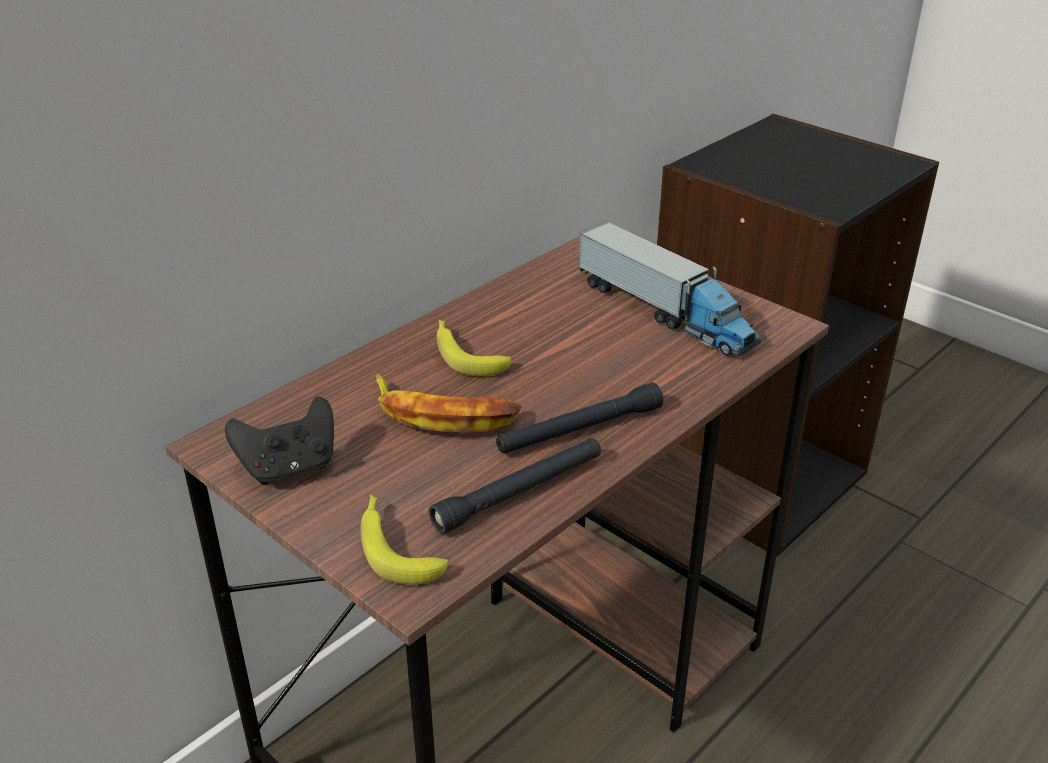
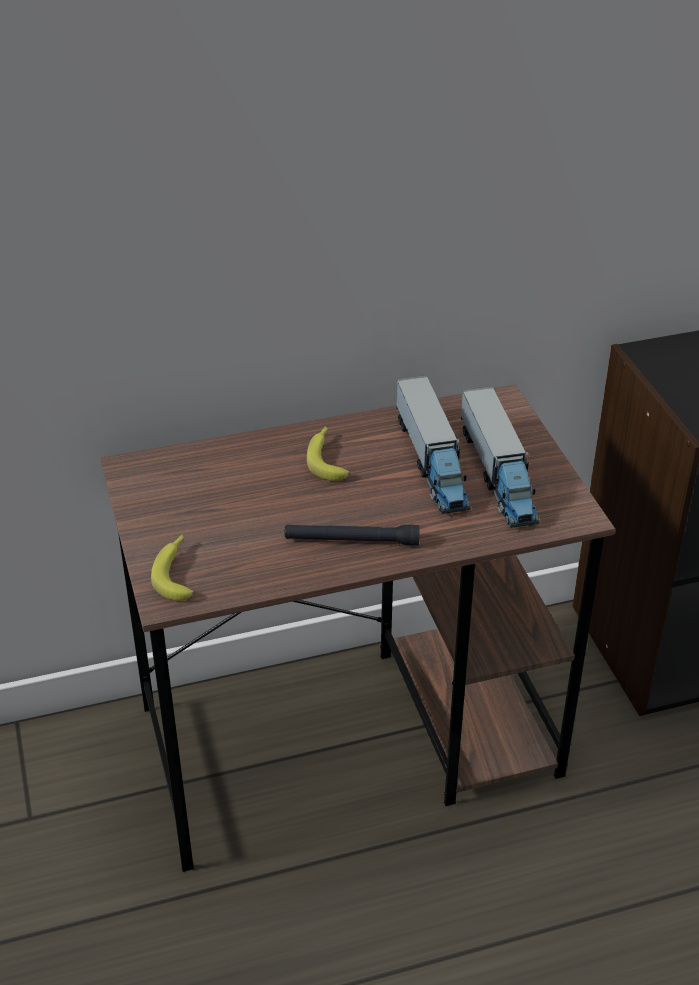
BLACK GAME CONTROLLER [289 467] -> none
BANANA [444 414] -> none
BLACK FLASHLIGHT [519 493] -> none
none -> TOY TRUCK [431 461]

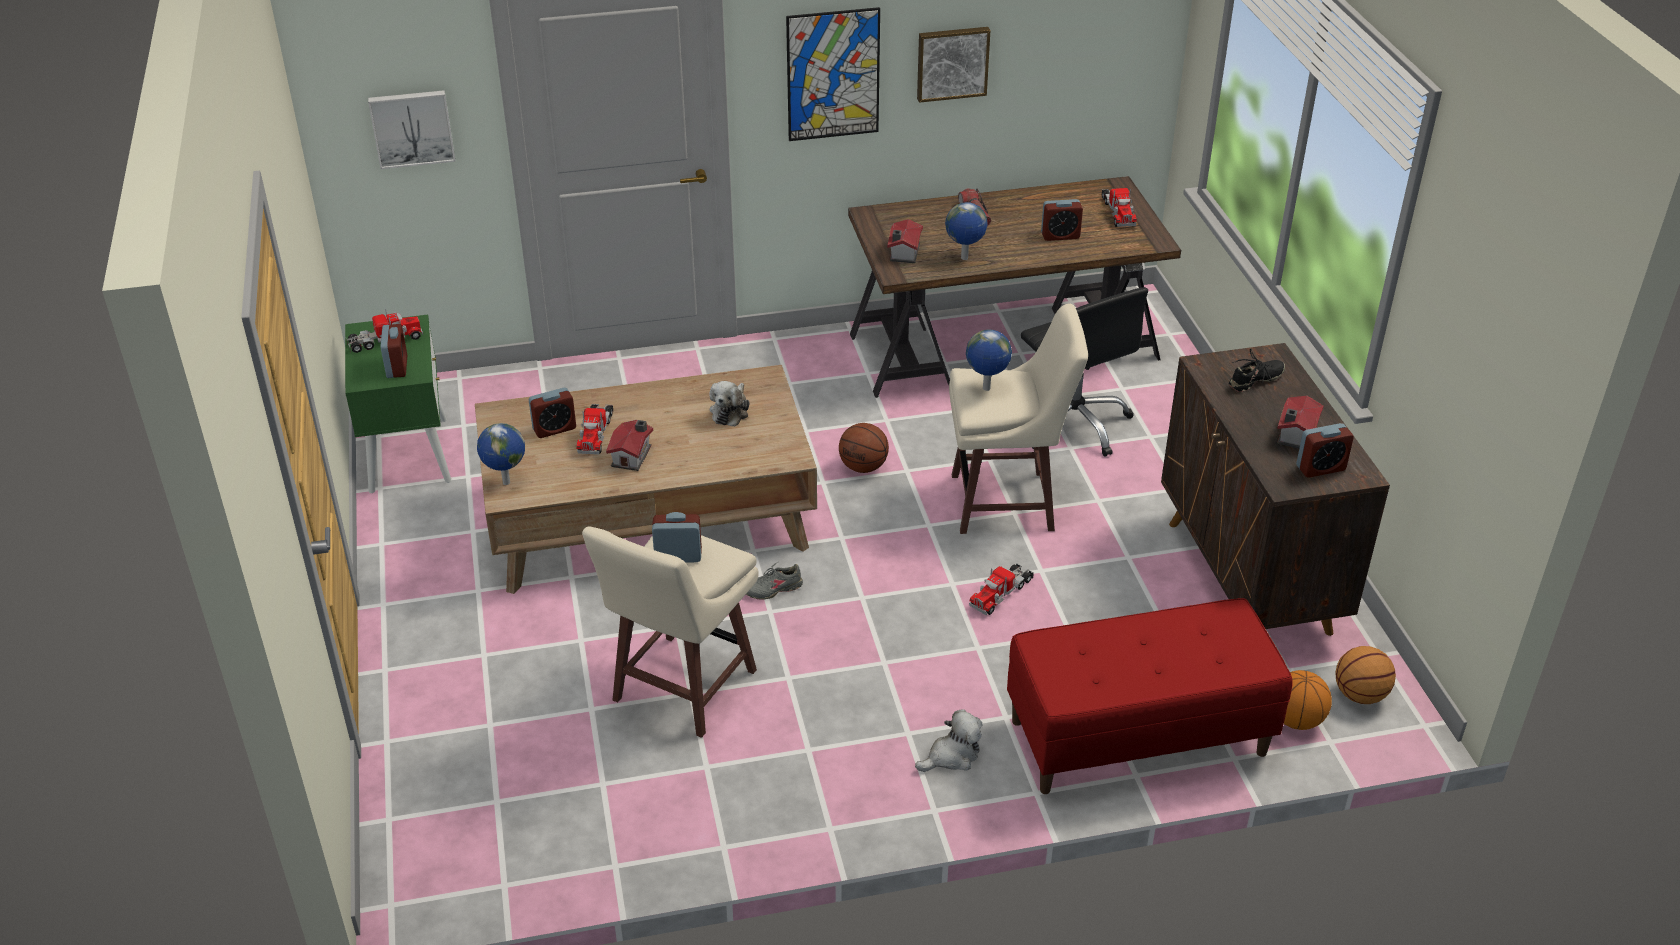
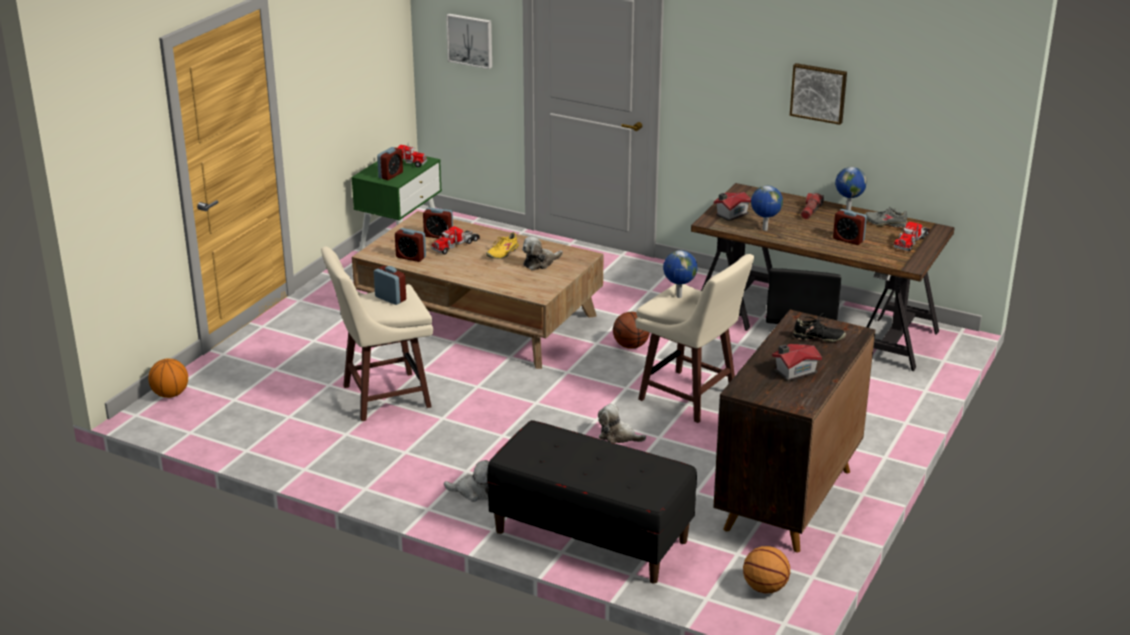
TOY HOUSE [633 456] -> none
PICTURE [833 74] -> none
none -> YELLOW SHOE [502 253]
GLOBE [505 482] -> GLOBE [847 209], relocated
GREY SHOE [772 589] -> GREY SHOE [886 223], relocated
BASKETBALL [1296 720] -> BASKETBALL [170 394], relocated
ALARM CLOCK [1320 468] -> ALARM CLOCK [411 257], relocated
TOY TRUCK [1001 593] -> PLUSH TOY [618 436]
RED BENCH [1138 738] -> BLACK BENCH [590 537]

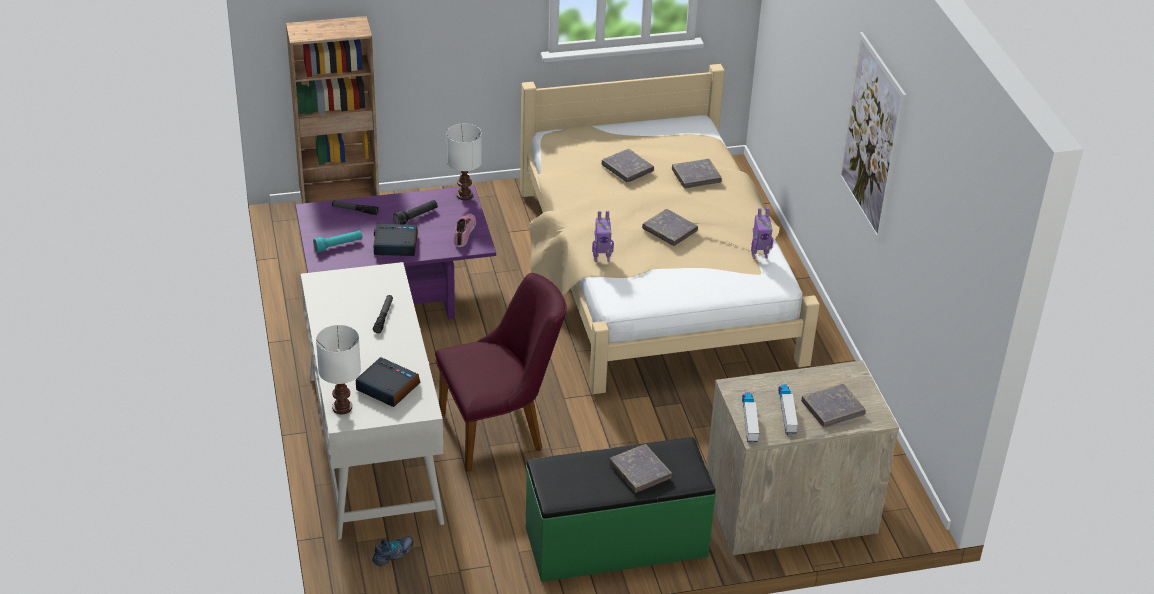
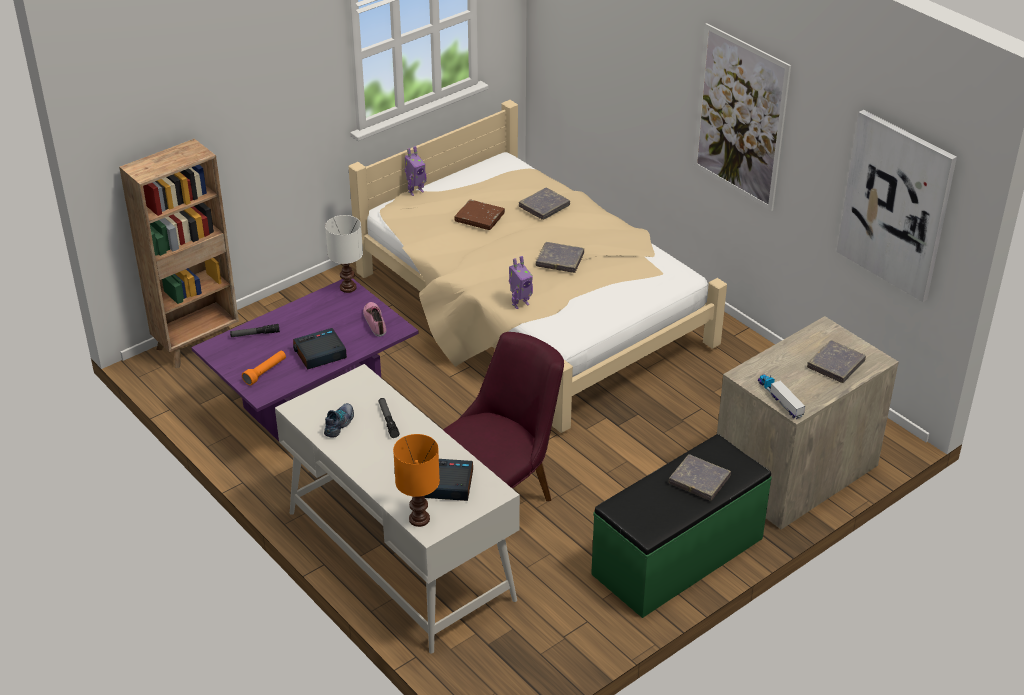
BLACK FLASHLIGHT [416 217] -> none
TOY TRUCK [786 412] -> none
none -> PICTURE [896 205]
SHOE [393 554] -> SHOE [339 424], relocated
TOY ROBOT [759 255] -> TOY ROBOT [415 191], relocated
TURQUOISE FLASHLIGHT [338 245] -> ORANGE FLASHLIGHT [265 372]
WHITE TABLE LAMP [341 407] -> ORANGE TABLE LAMP [418 519]
GREY BOOK [627 168] -> BROWN BOOK [479 218]

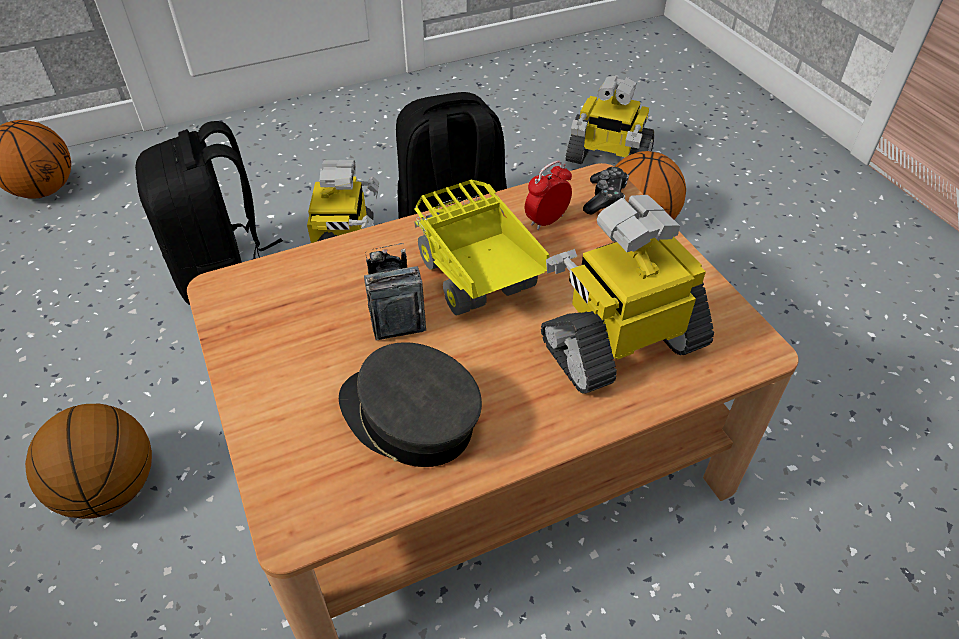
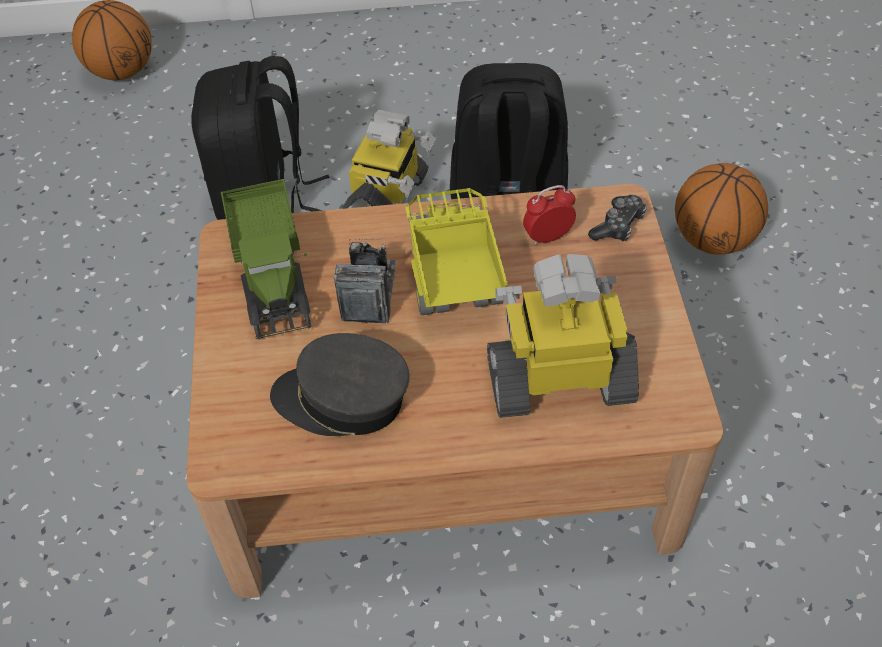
BASKETBALL [110 490] -> none
TOY ROBOT [607 160] -> none
none -> TOY TRUCK [273 276]
GREY CAP [409 419] -> GREY CAP [343 400], 45 degrees counterclockwise

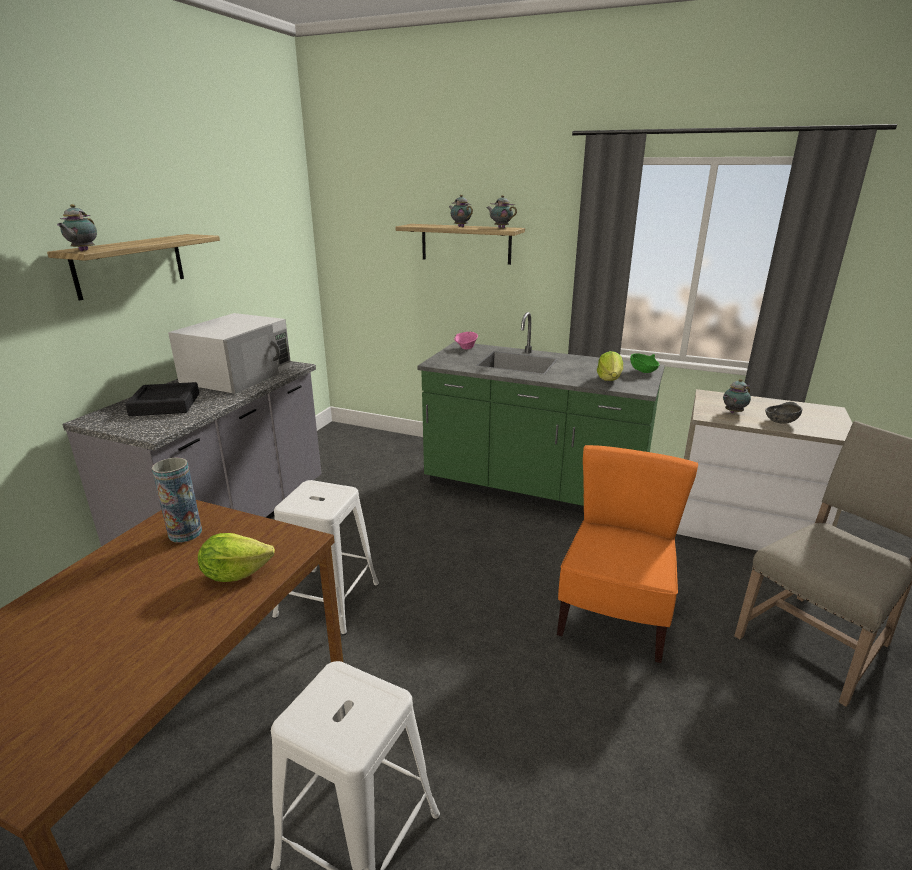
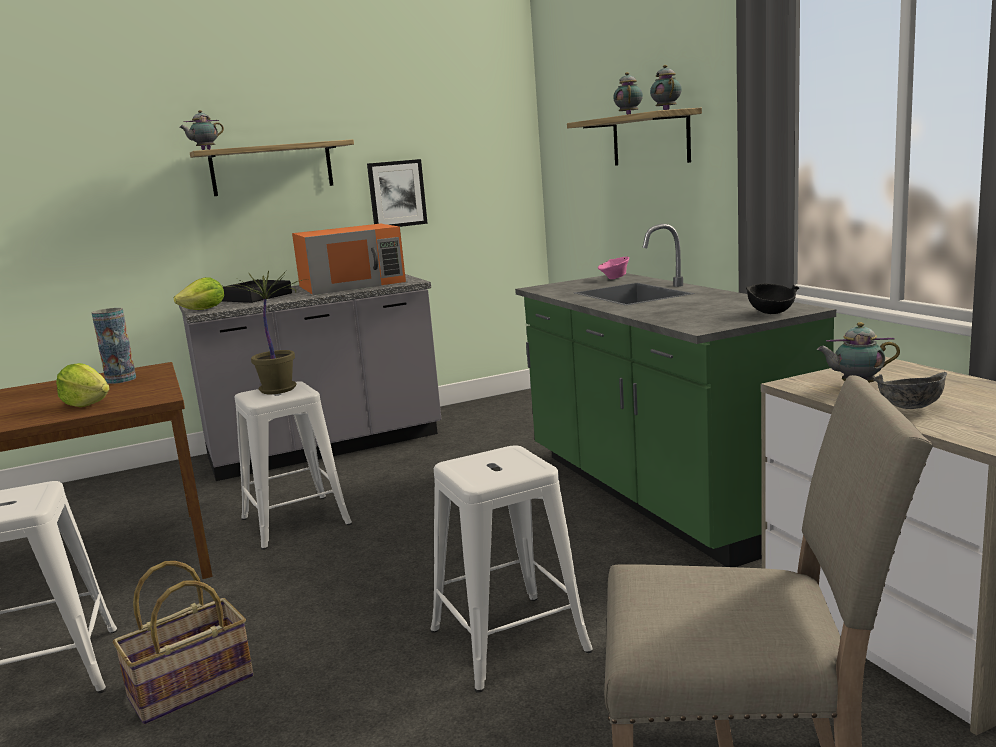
none -> BASKET [191 688]
none -> POTTED PLANT [279 389]
none -> PICTURE [397 194]
LETTUCE [609 379] -> LETTUCE [204 310], relocated
ORANGE CHAIR [614 616] -> WHITE STOOL [508 640]
WHITE MICROWAVE [238 374] -> ORANGE MICROWAVE [352 284]
GREEN BOWL [643 371] -> BLACK BOWL [771 312]

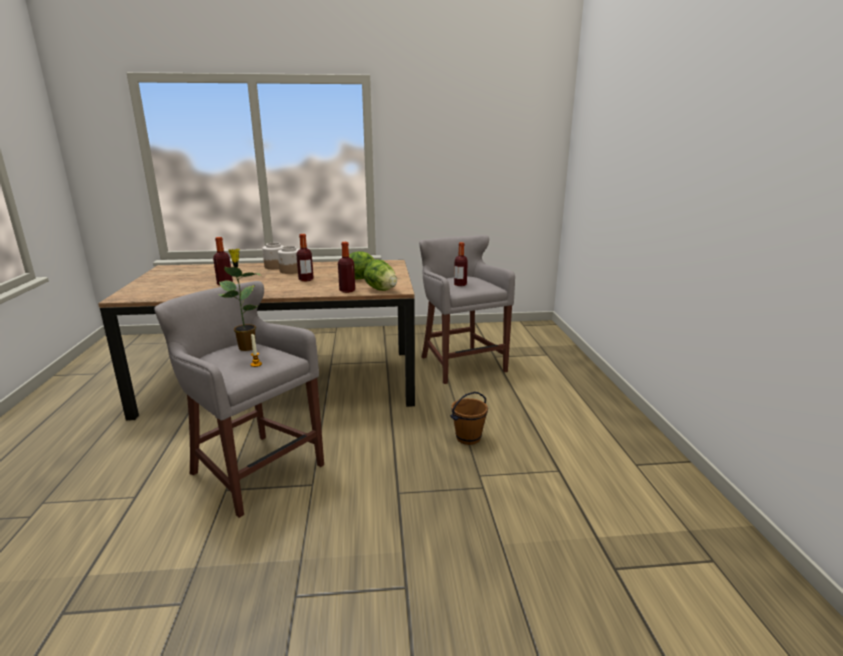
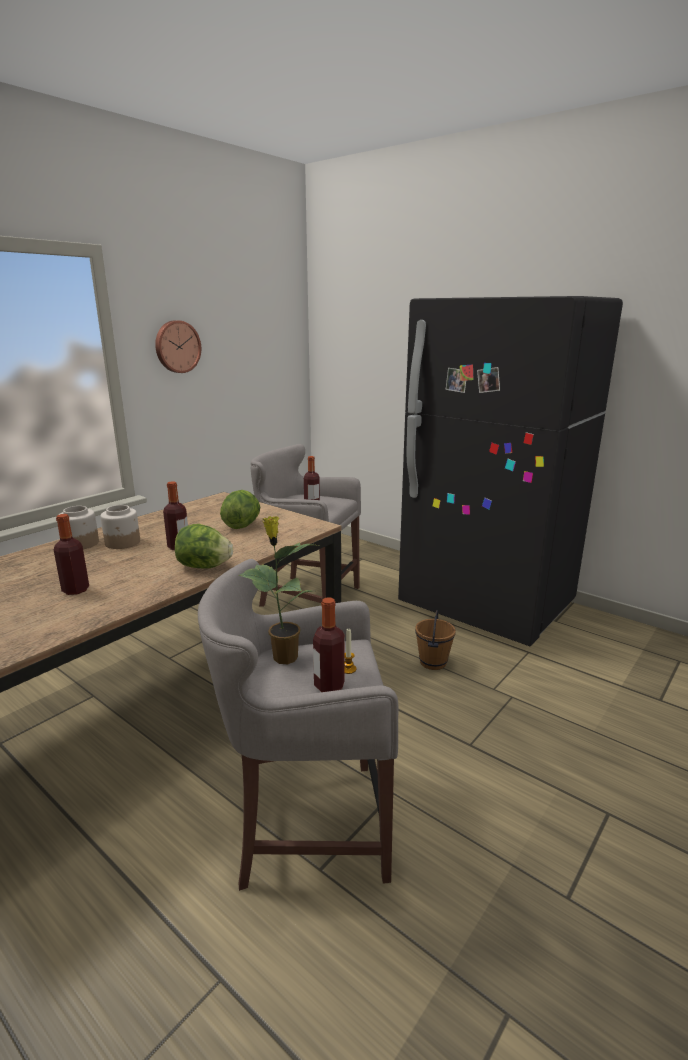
none -> WALL CLOCK [177 346]
none -> BLACK FRIDGE [486 606]
BOTTLE [347 290] -> BOTTLE [329 685], relocated
LETTUCE [381 289] -> LETTUCE [204 566], relocated

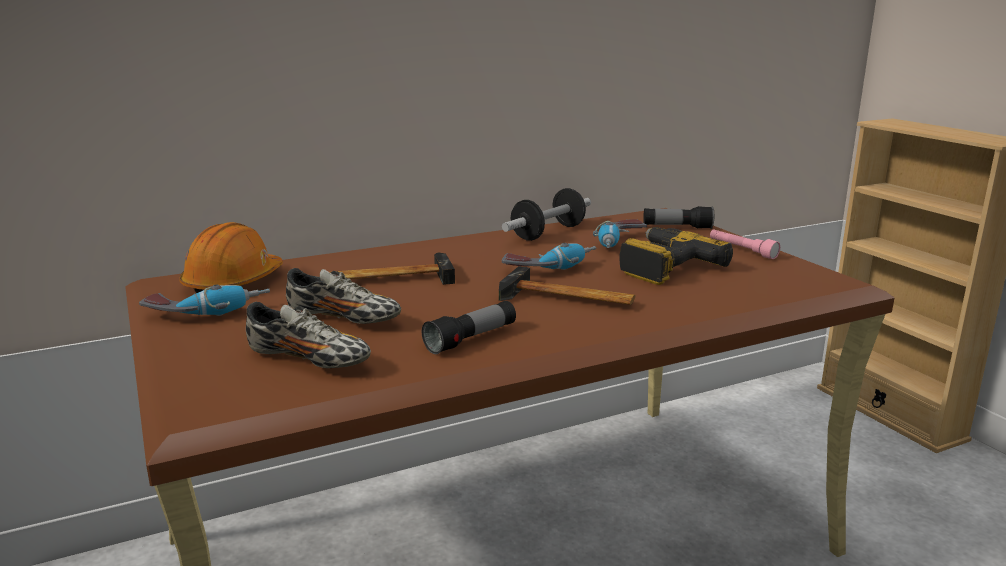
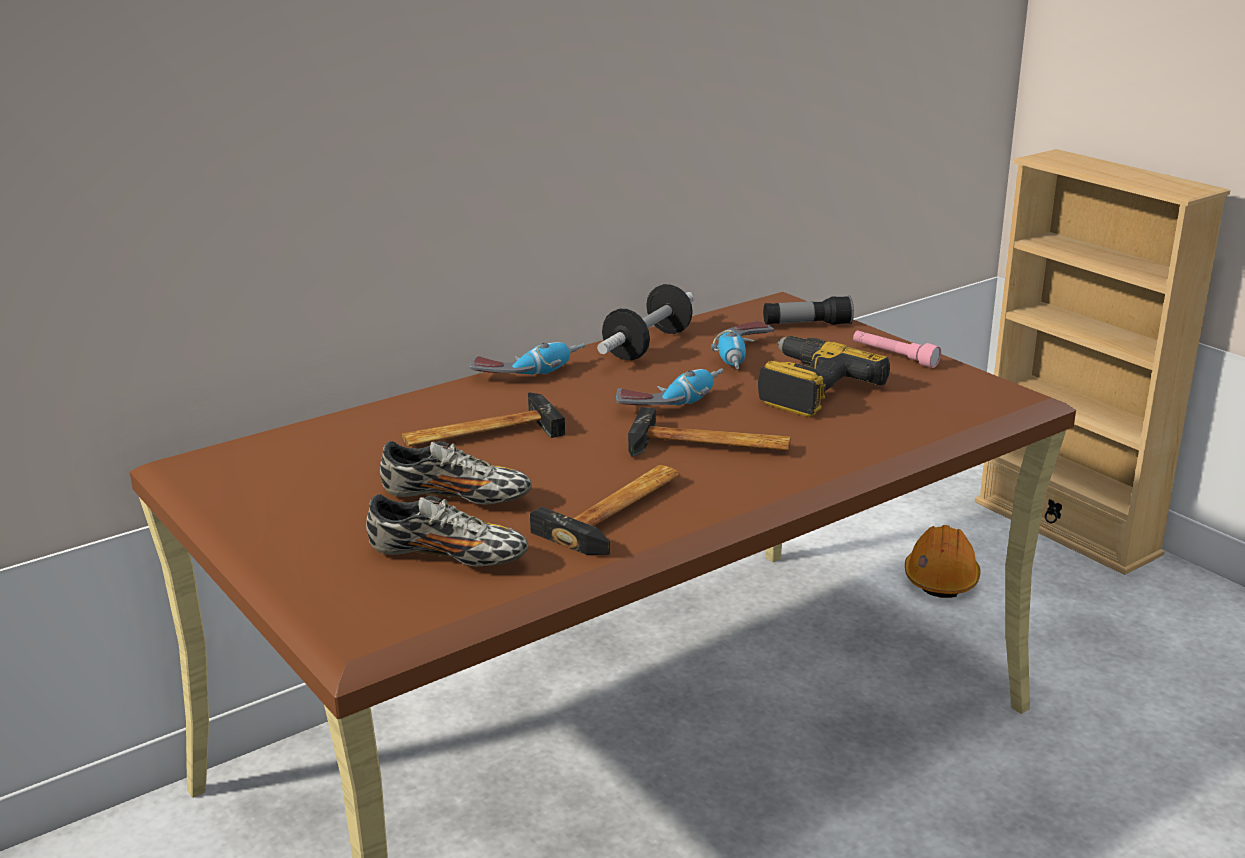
POWER DRILL [208 312] -> POWER DRILL [529 371], relocated
ORANGE HARD HAT [233 282] -> ORANGE HARD HAT [941 578], relocated
FLASHLIGHT [471 339] -> HAMMER [621 512]

